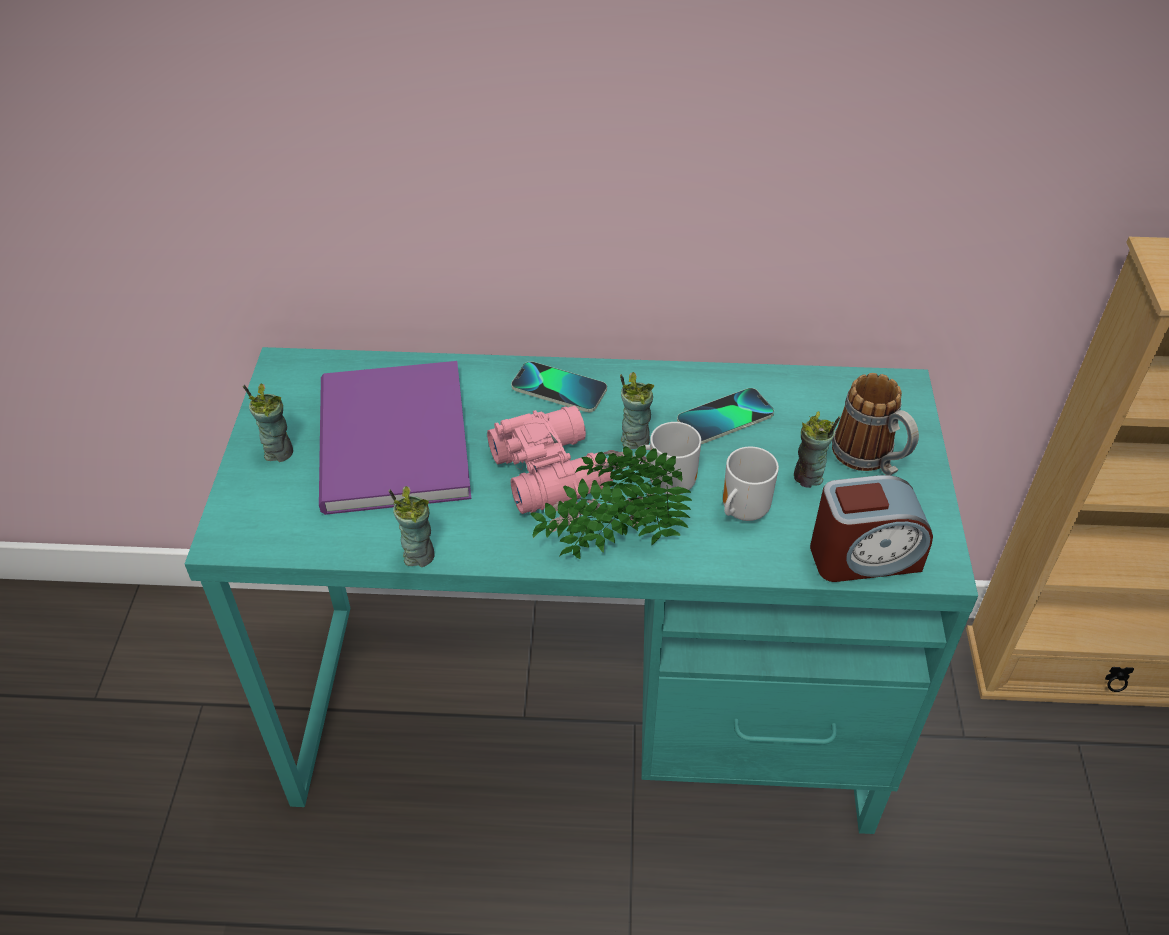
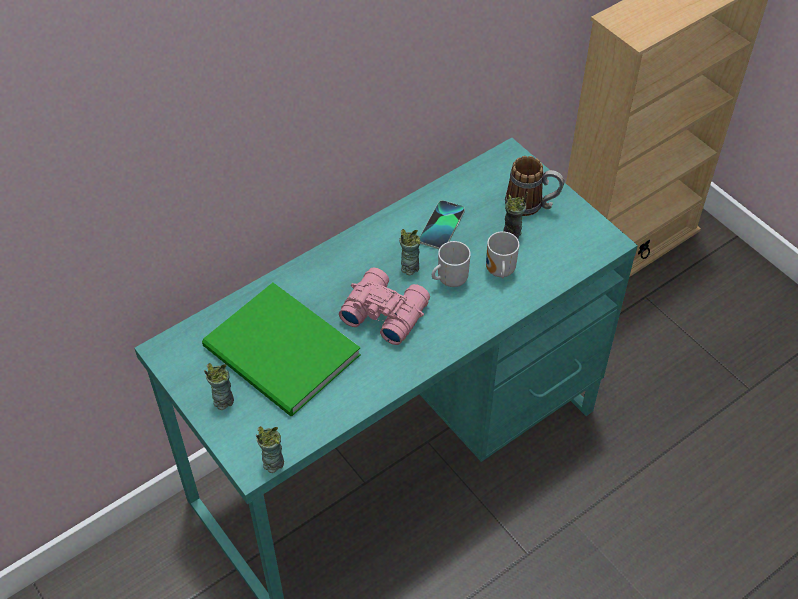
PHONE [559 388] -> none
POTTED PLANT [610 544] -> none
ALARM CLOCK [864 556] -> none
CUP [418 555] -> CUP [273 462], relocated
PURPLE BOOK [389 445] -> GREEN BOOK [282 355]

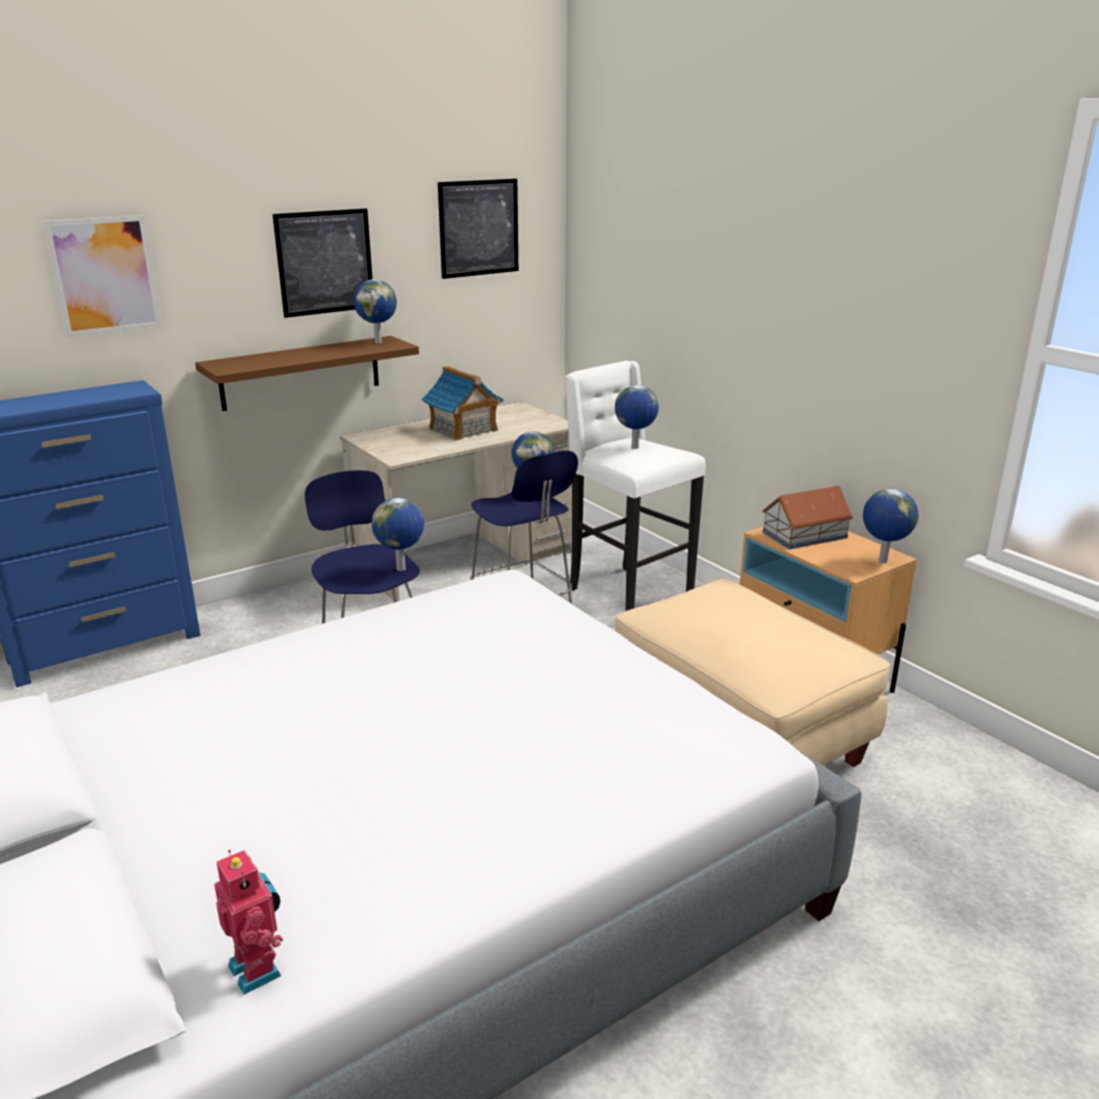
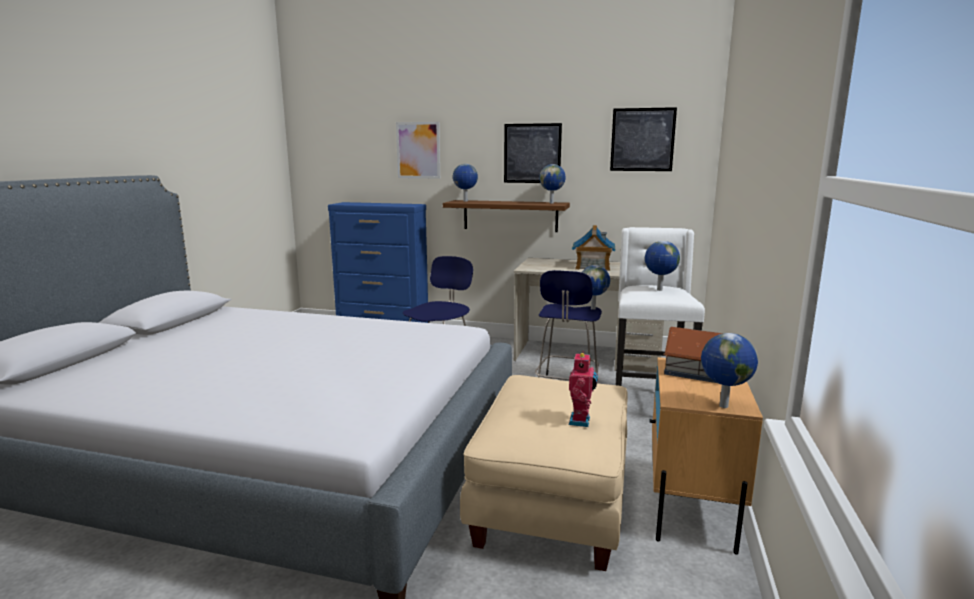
TOY ROBOT [258 969] -> TOY ROBOT [581 421], relocated
GLOBE [401 569] -> GLOBE [465 201], relocated

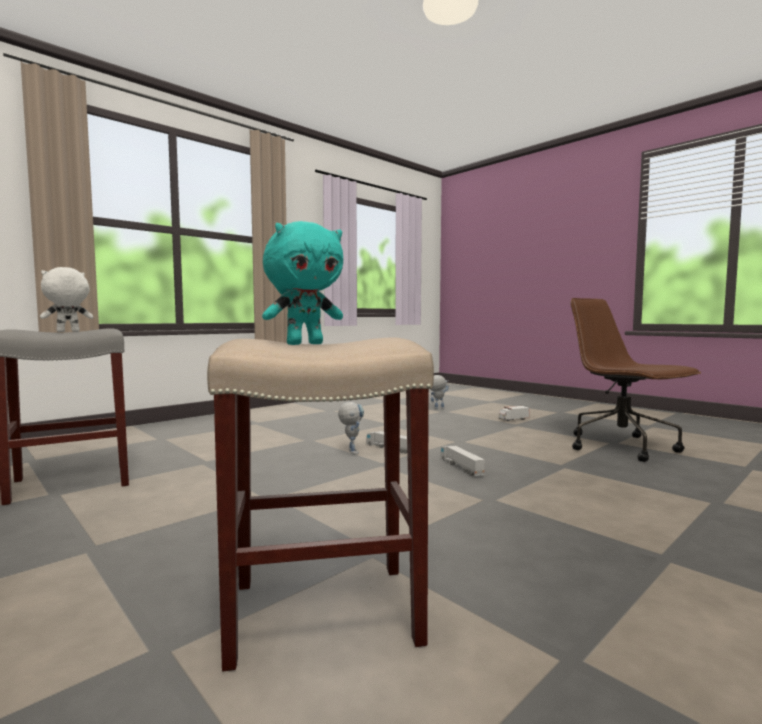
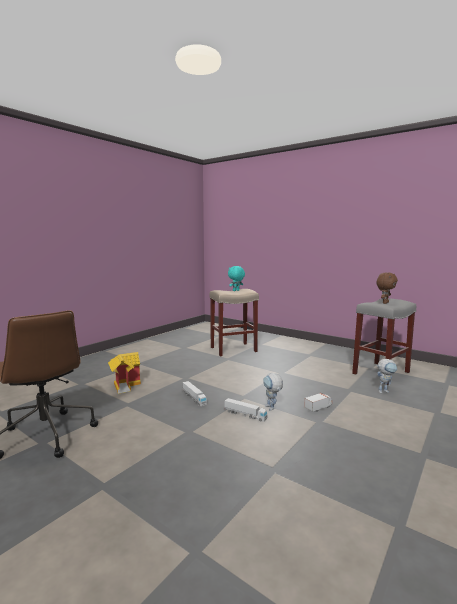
none -> TOY HOUSE [125 385]
TOY ROBOT [436 409] -> TOY ROBOT [385 391], relocated
TOY TRUCK [513 419] -> TOY TRUCK [318 407], relocated
WHITE PLUSH TOY [67 331] -> BROWN PLUSH TOY [385 303]

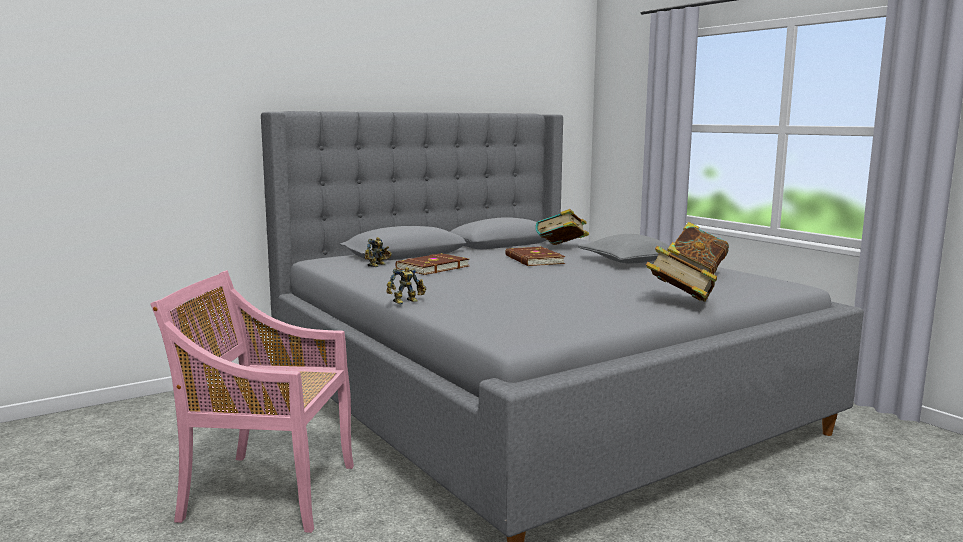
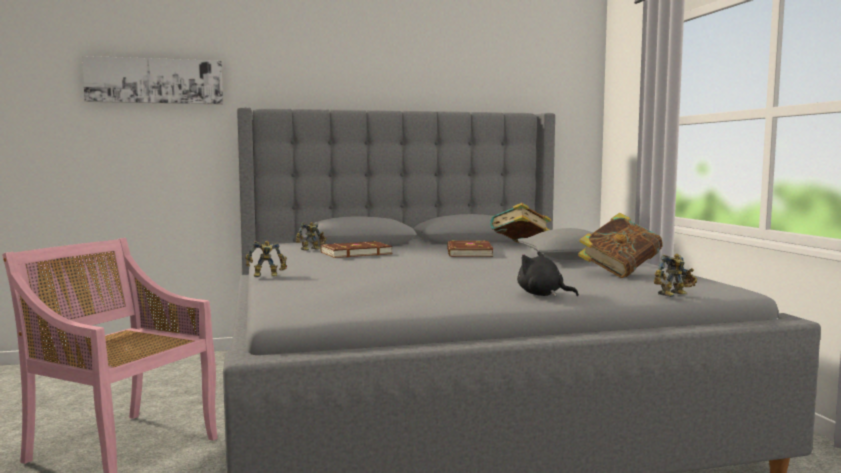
none -> PICTURE [155 81]
none -> TOY ROBOT [674 295]
BOOK [679 303] -> BLACK PLUSH TOY [542 295]

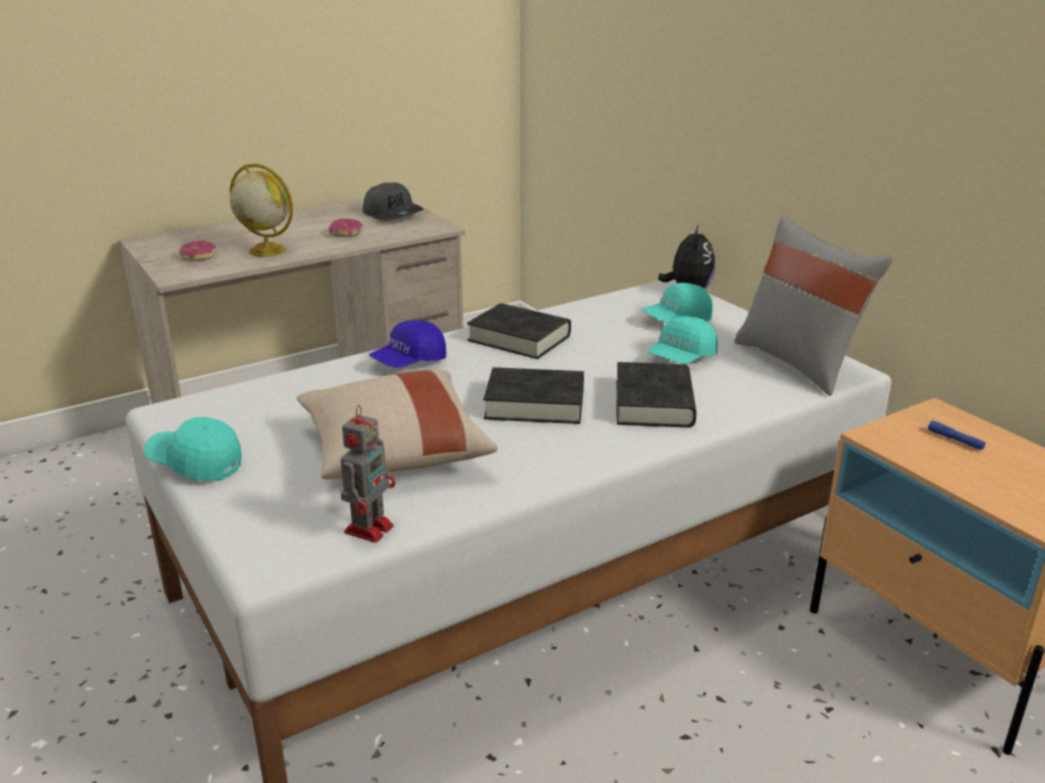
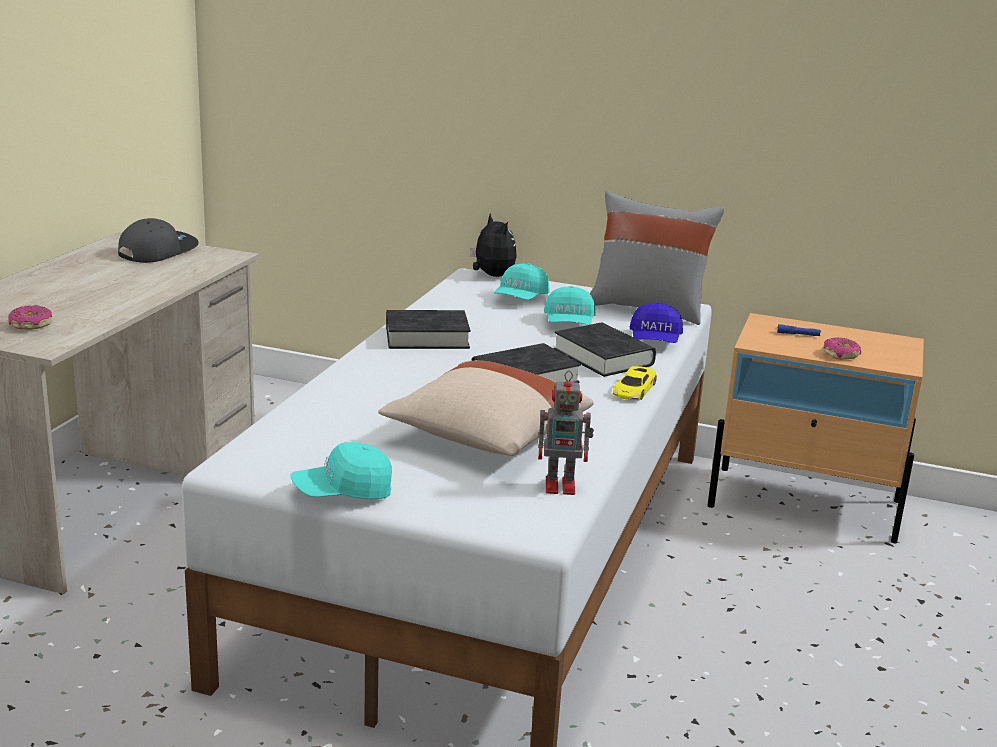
GLOBE [266 250] -> none
none -> YELLOW TOY CAR [634 389]
DONUT [346 234] -> DONUT [841 355], relocated
BLUE CAP [409 362] -> BLUE CAP [655 341], relocated
TOY ROBOT [370 527] -> TOY ROBOT [562 486], 105 degrees clockwise
GREY CAP [393 214] -> GREY CAP [157 251], 75 degrees counterclockwise

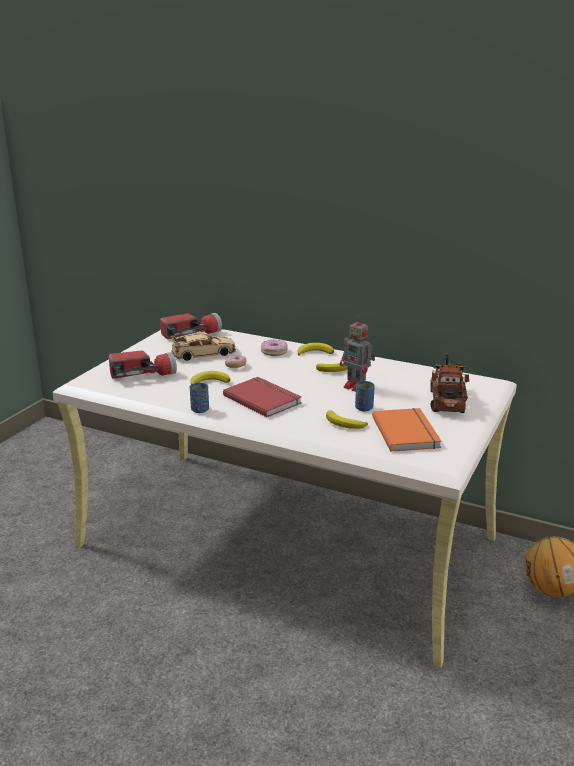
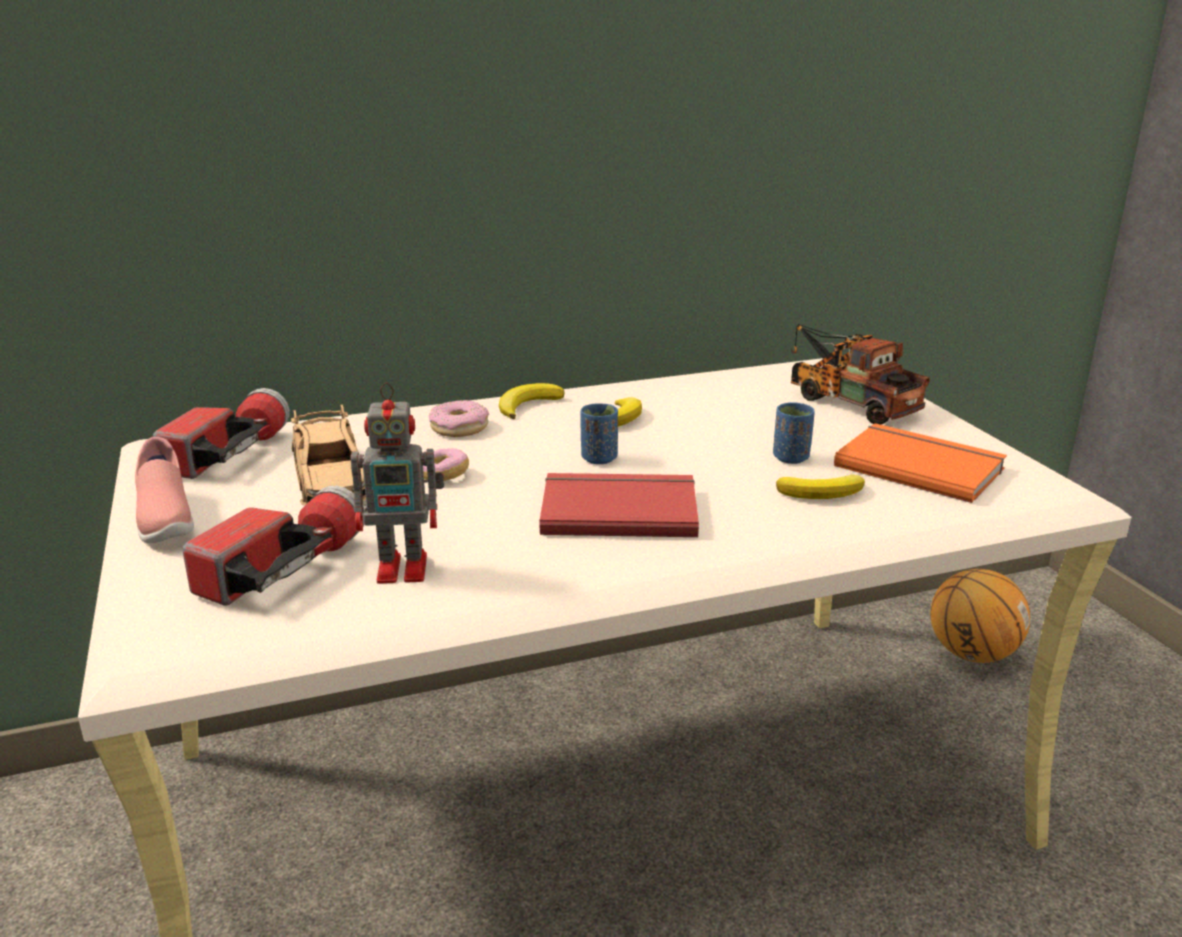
BANANA [209 381] -> none
none -> PINK SHOE [164 520]
BLUE CUP [200 410] -> BLUE CUP [599 458], relocated
TOY ROBOT [357 386] -> TOY ROBOT [406 568], relocated
BEIGE TOY CAR [203 353] -> BEIGE TOY CAR [330 478], 135 degrees clockwise

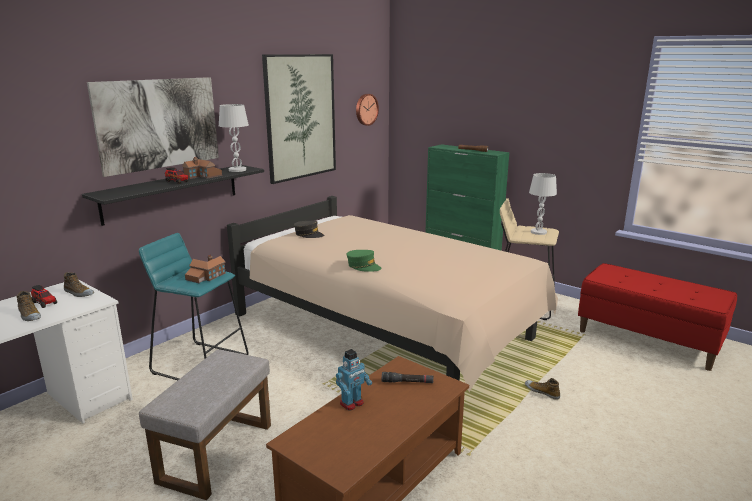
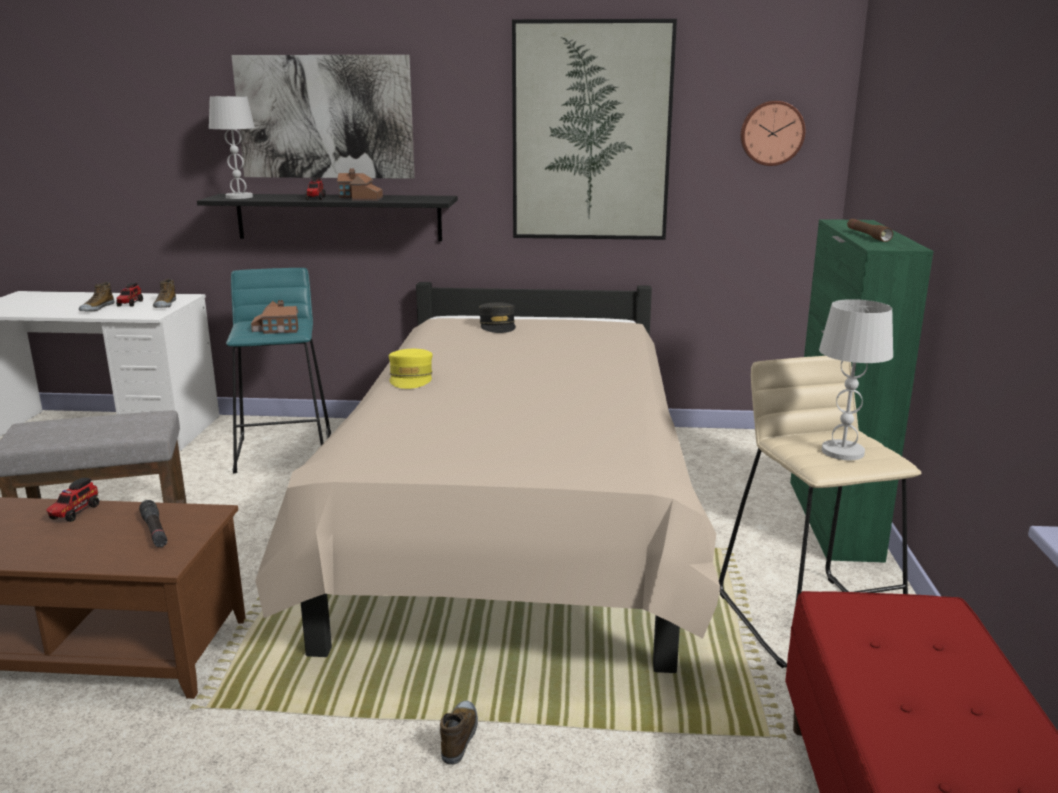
WHITE TABLE LAMP [237 170] -> WHITE TABLE LAMP [239 197], relocated
TOY ROBOT [352 403] -> TOY TRUCK [74 513]
GREEN CAP [363 266] -> YELLOW CAP [411 378]

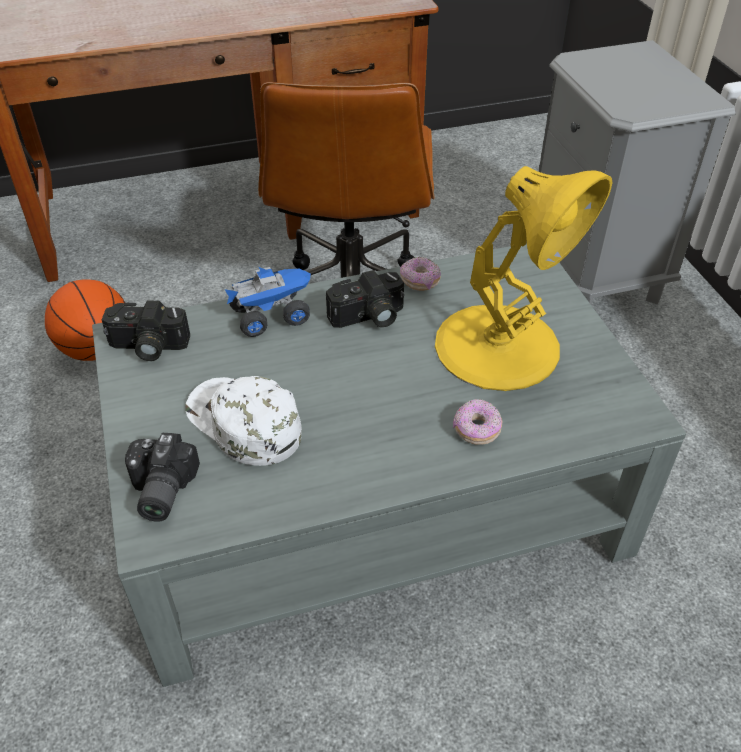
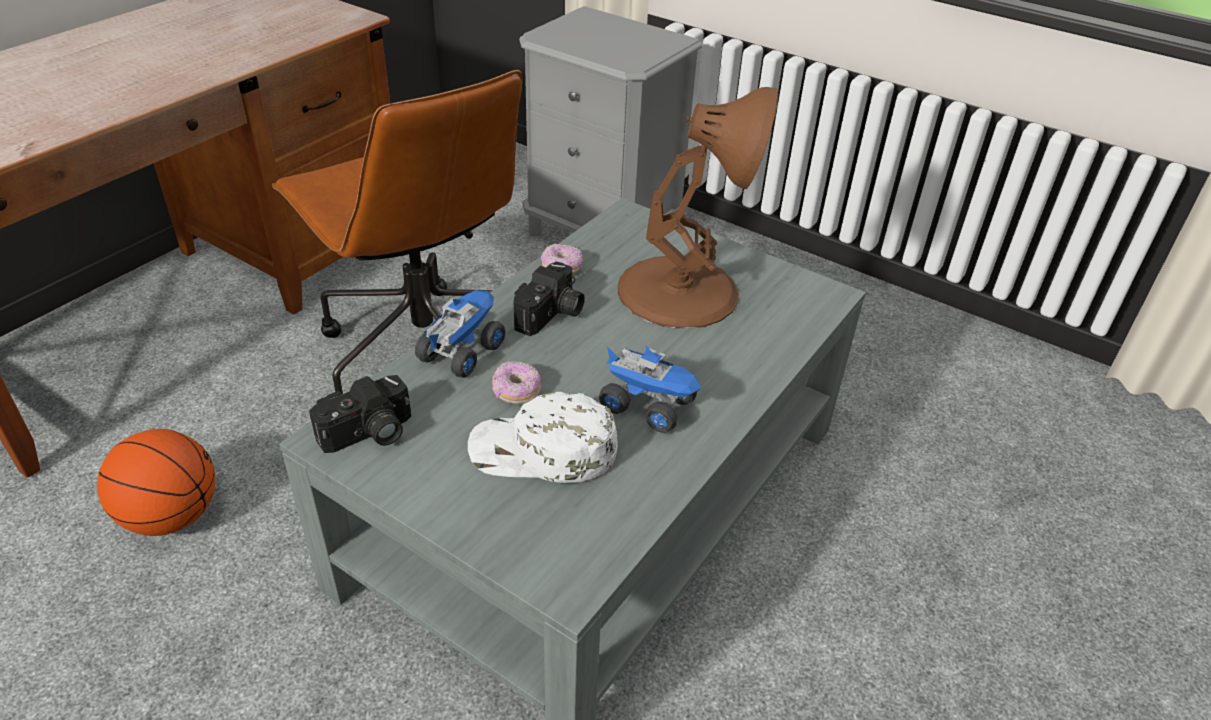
PHOTO CAMERA [158 491] -> none
none -> TOY TRUCK [649 406]
DONUT [476 430] -> DONUT [516 391], relocated
YELLOW TABLE LAMP [499 347] -> BROWN TABLE LAMP [681 291]

